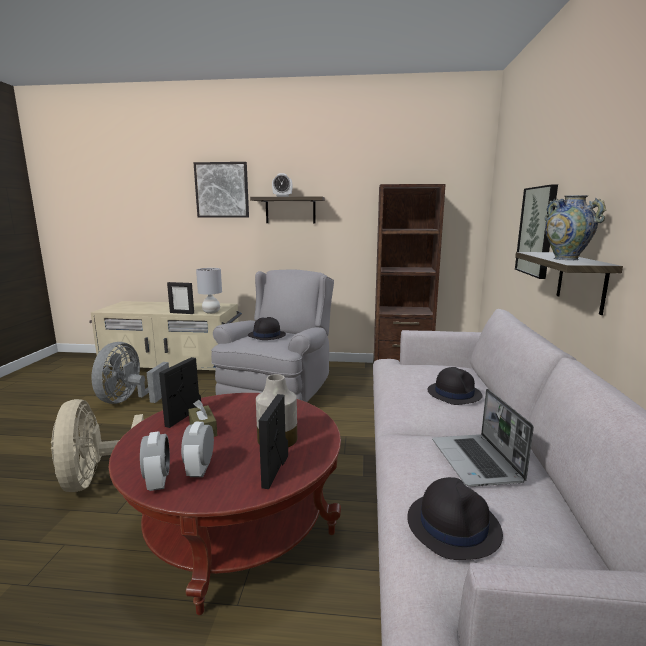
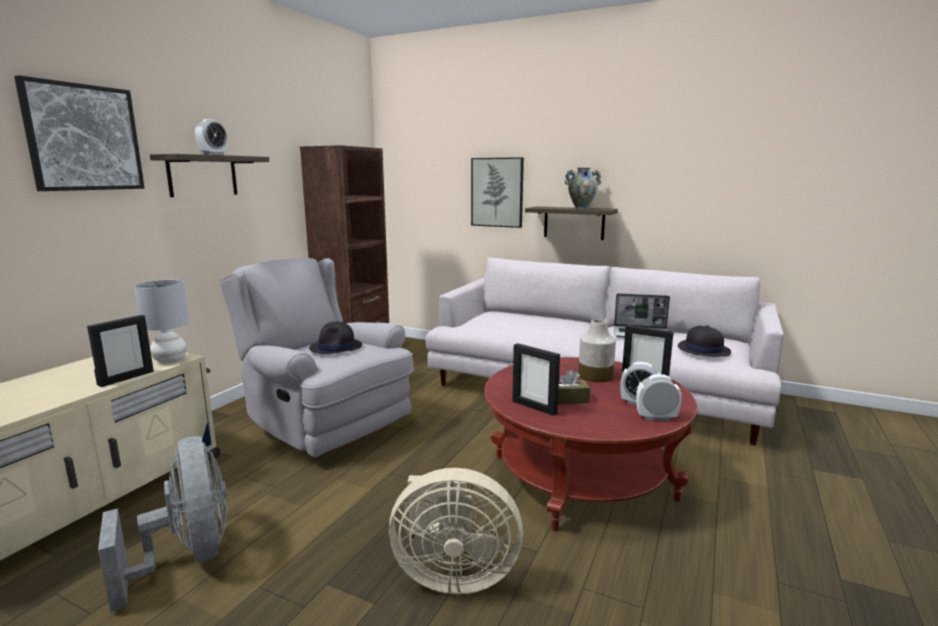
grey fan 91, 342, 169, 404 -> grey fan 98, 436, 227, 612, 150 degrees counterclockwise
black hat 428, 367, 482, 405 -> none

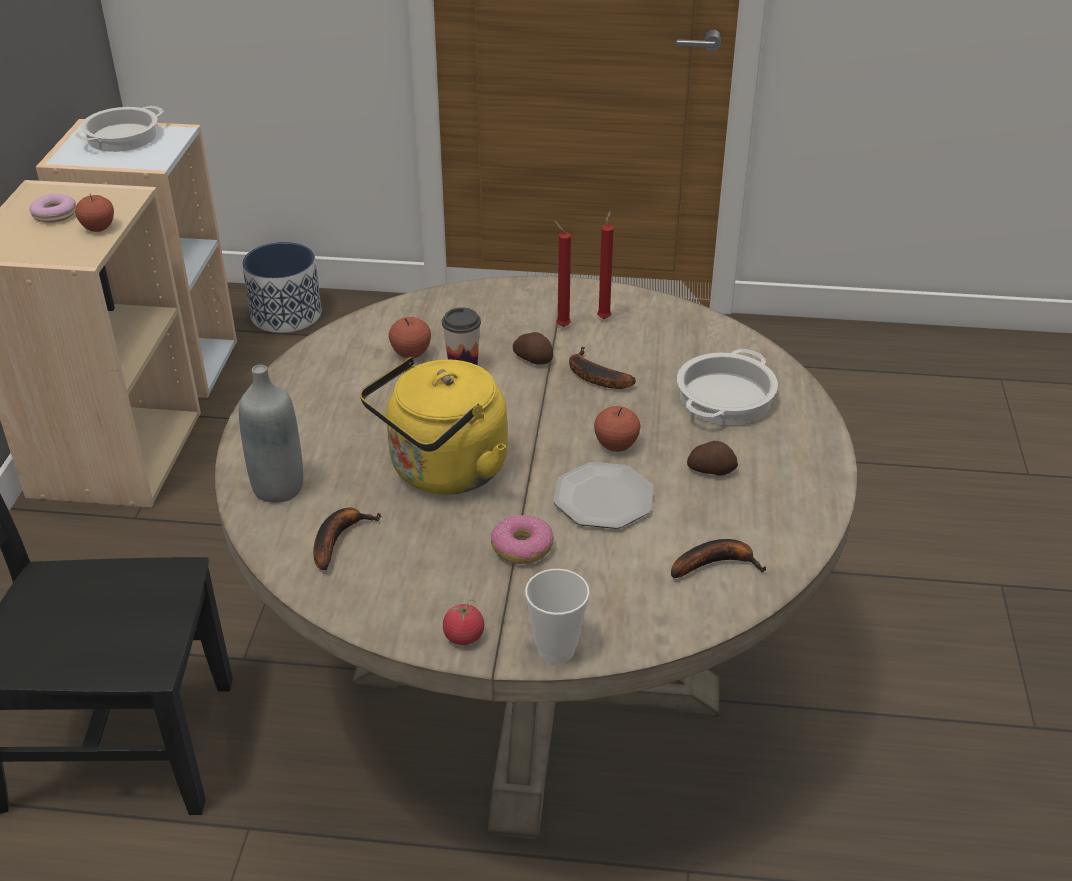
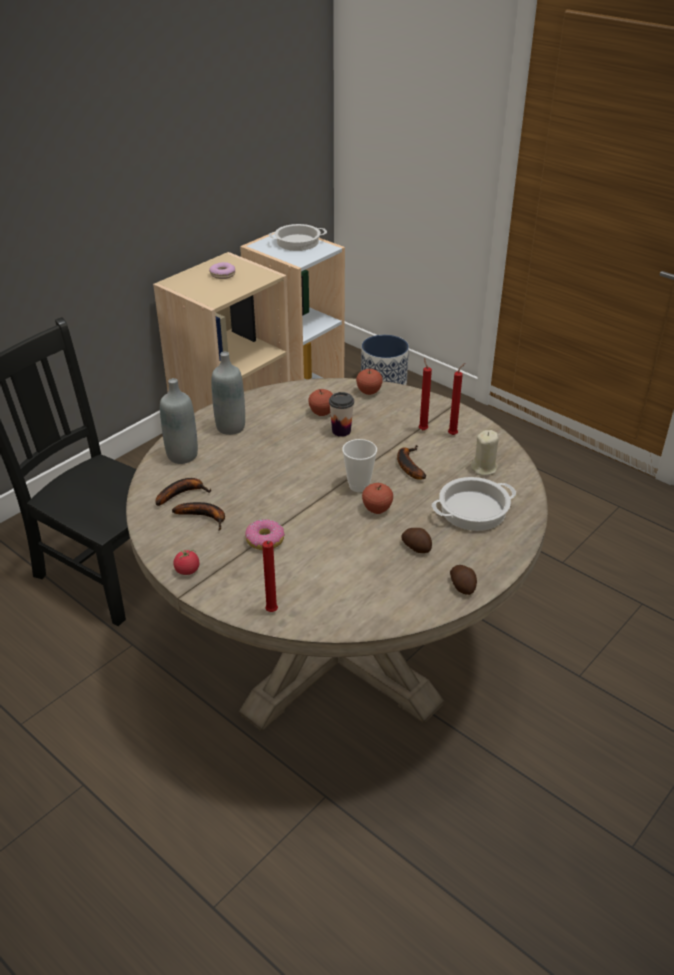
apple 75, 194, 114, 232 -> apple 356, 368, 383, 395, moved
potato 513, 332, 553, 365 -> potato 450, 565, 477, 595, moved
yellow kettle 360, 357, 507, 495 -> none
plate 553, 462, 654, 529 -> none
banana 671, 539, 767, 578 -> banana 172, 502, 225, 531, moved
cup 525, 569, 590, 664 -> cup 342, 439, 377, 492, moved
none -> grey bottle 211, 352, 245, 435
none -> beige candle 470, 430, 499, 475
none -> red candle 262, 541, 278, 612

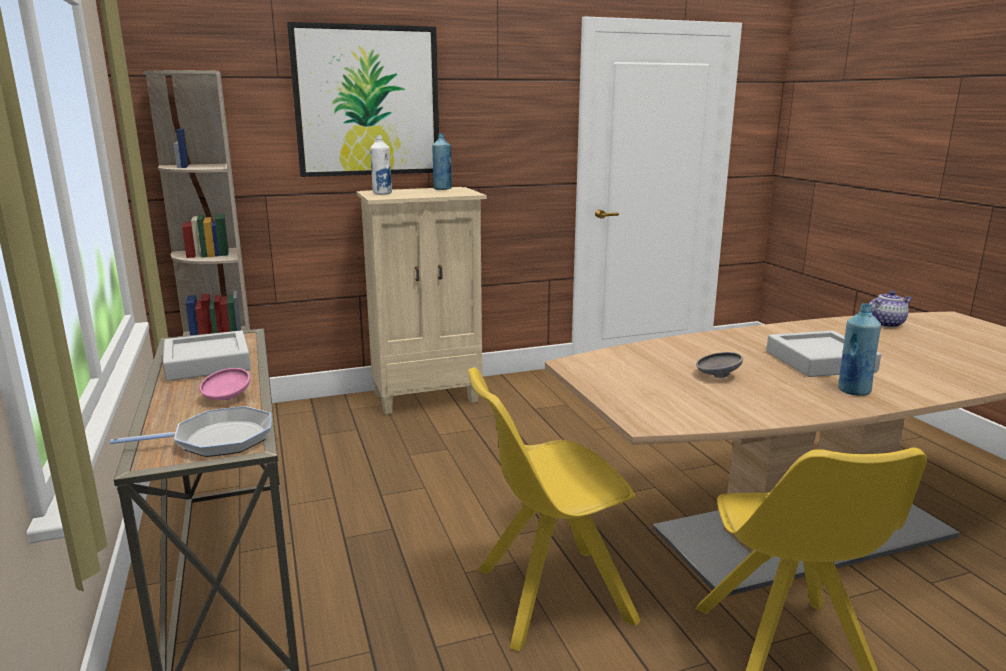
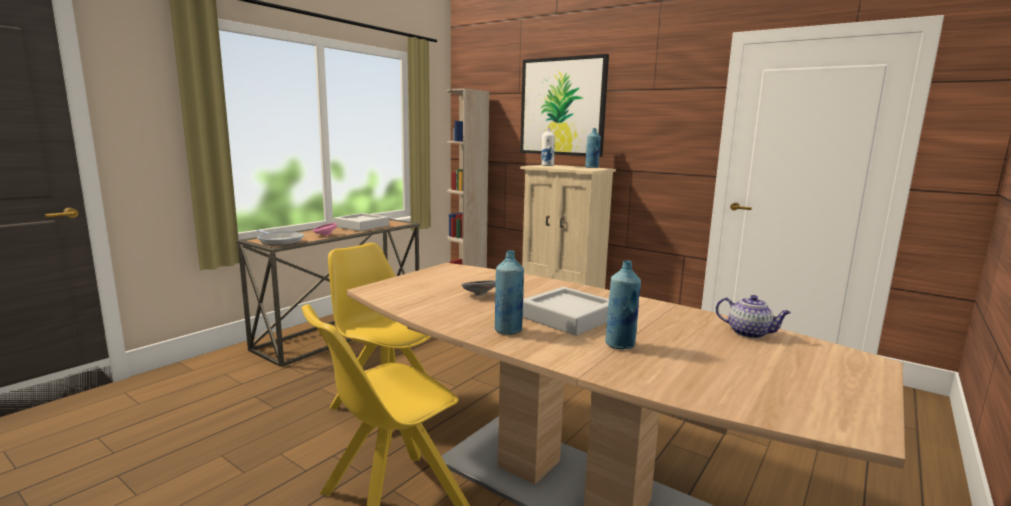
none -> blue bottle 605, 260, 641, 349

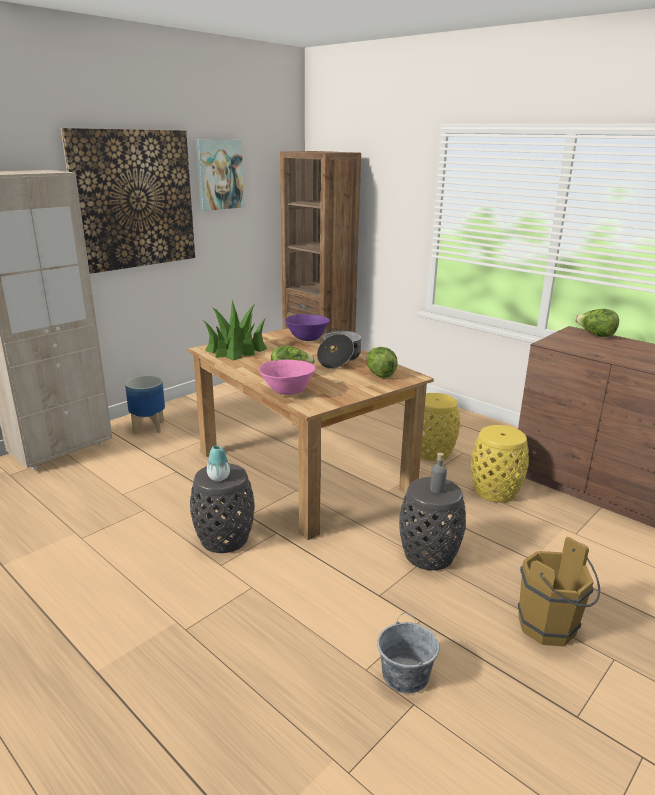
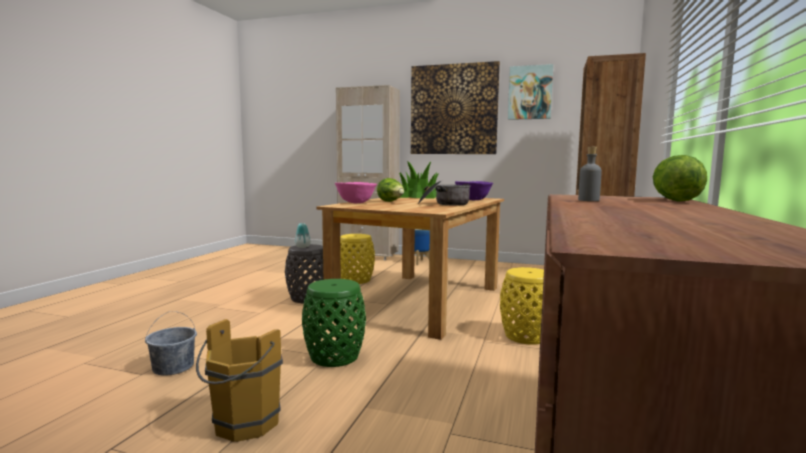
lettuce 366, 347, 398, 378 -> none
yellow stool 471, 425, 529, 503 -> yellow stool 340, 234, 375, 284, moved
grey bottle 430, 453, 447, 493 -> grey bottle 578, 147, 602, 201, moved
grey stool 399, 477, 466, 570 -> green stool 302, 279, 366, 367

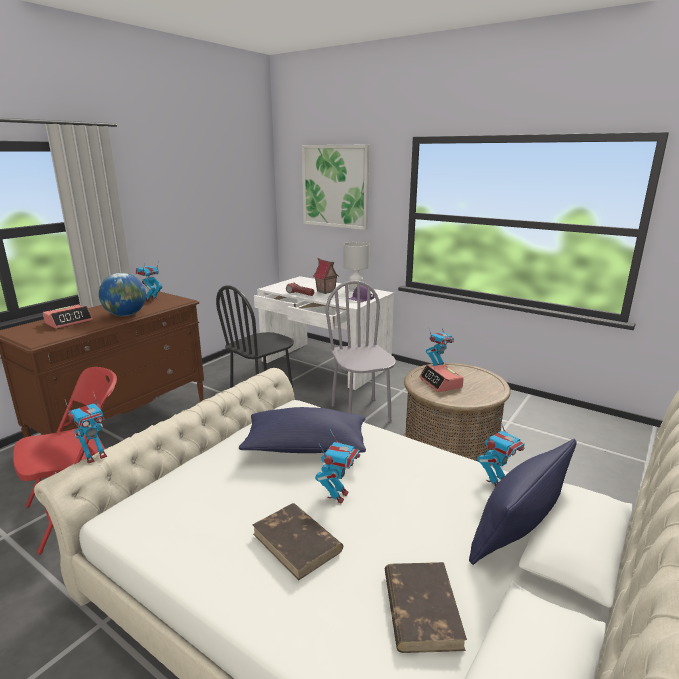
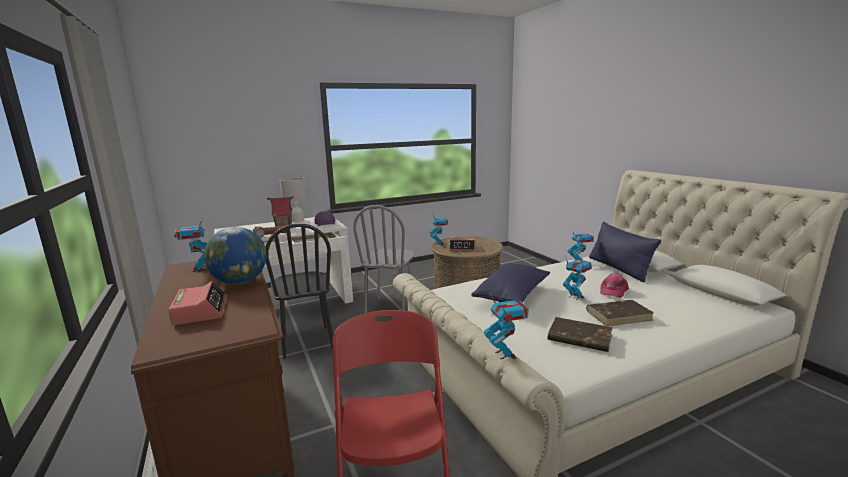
picture 302, 144, 369, 230 -> none
grey chair 326, 280, 396, 422 -> grey chair 353, 205, 414, 313, 90 degrees counterclockwise
brown book 385, 562, 467, 653 -> brown book 548, 317, 613, 352, moved
none -> pink cap 600, 273, 629, 298

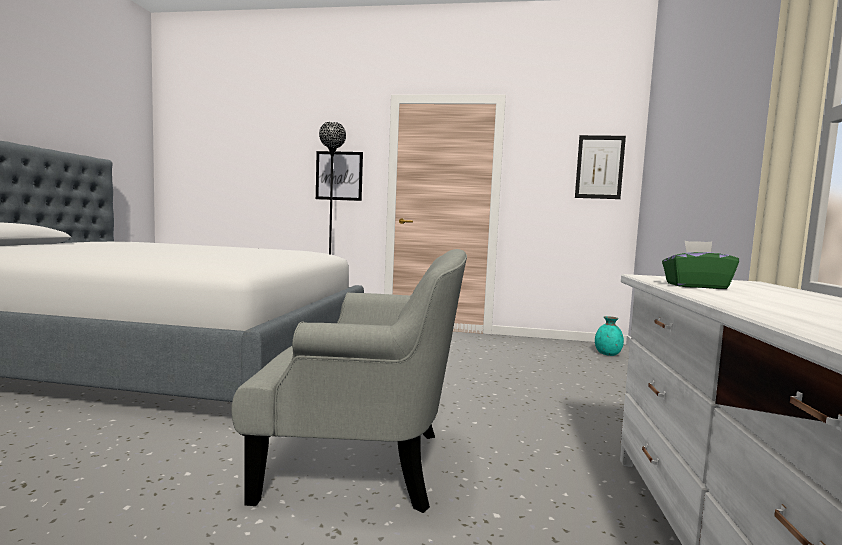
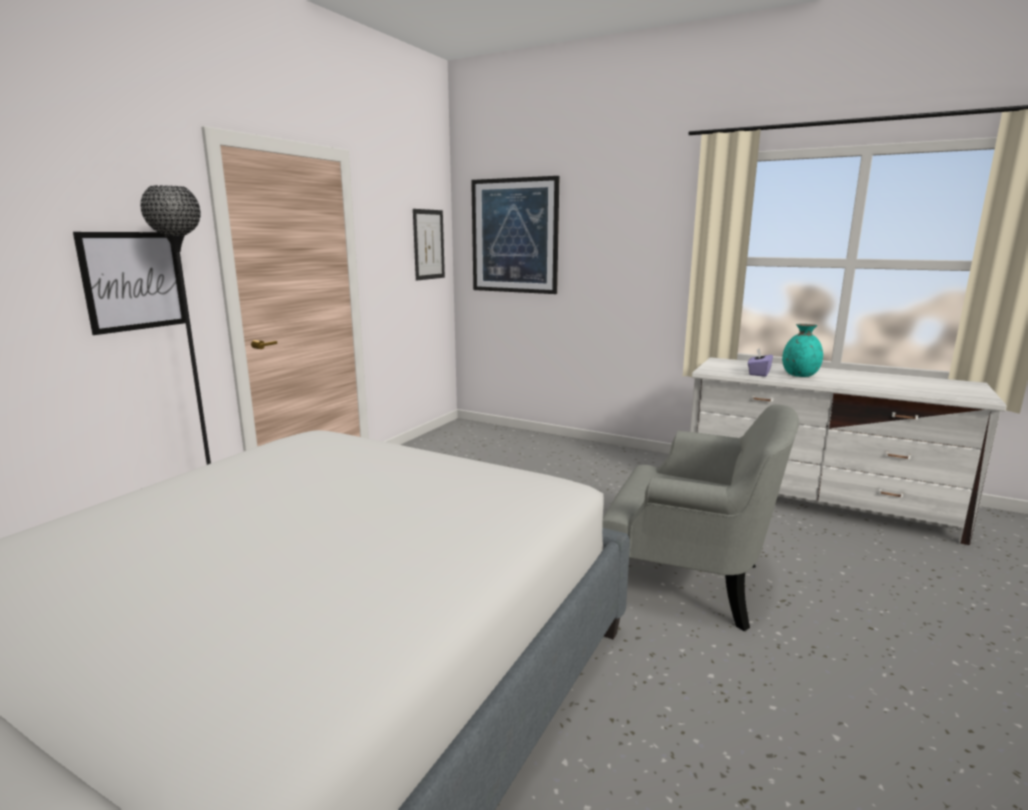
green tissue box 662, 241, 739, 289 -> purple tissue box 748, 348, 773, 377
grey armchair 231, 249, 467, 513 -> grey armchair 602, 404, 799, 631, 90 degrees clockwise
turquoise vase 595, 316, 624, 356 -> turquoise vase 782, 324, 823, 377, moved
none -> picture 471, 176, 559, 294

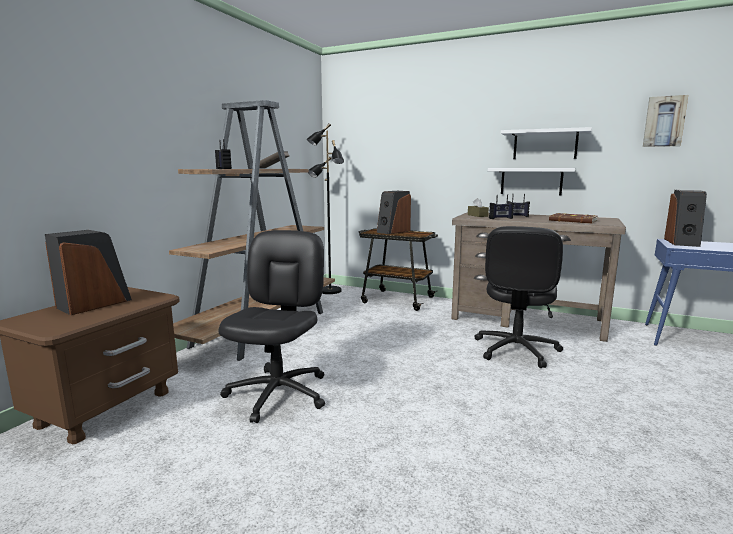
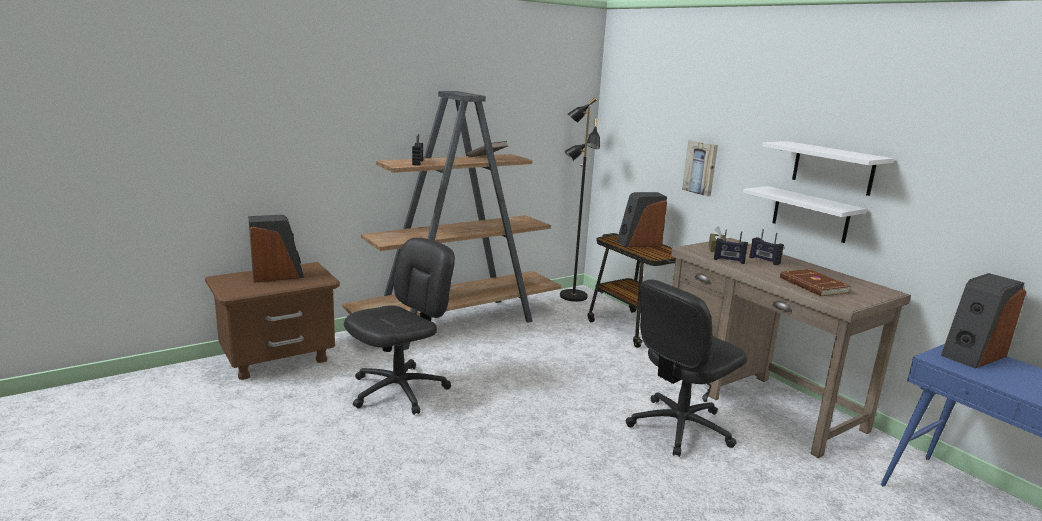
picture 643, 95, 688, 147 -> picture 682, 140, 718, 196, moved

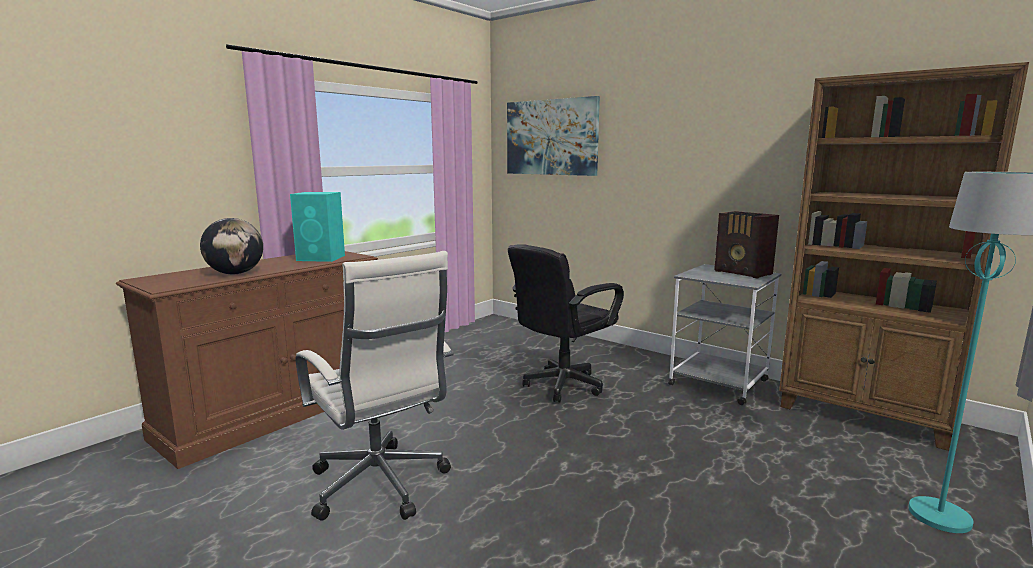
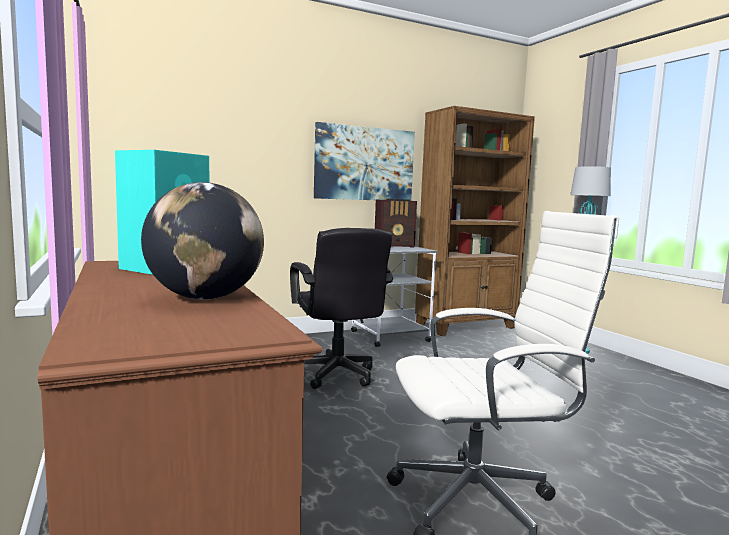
picture 507, 96, 600, 176 -> picture 314, 122, 415, 201, moved

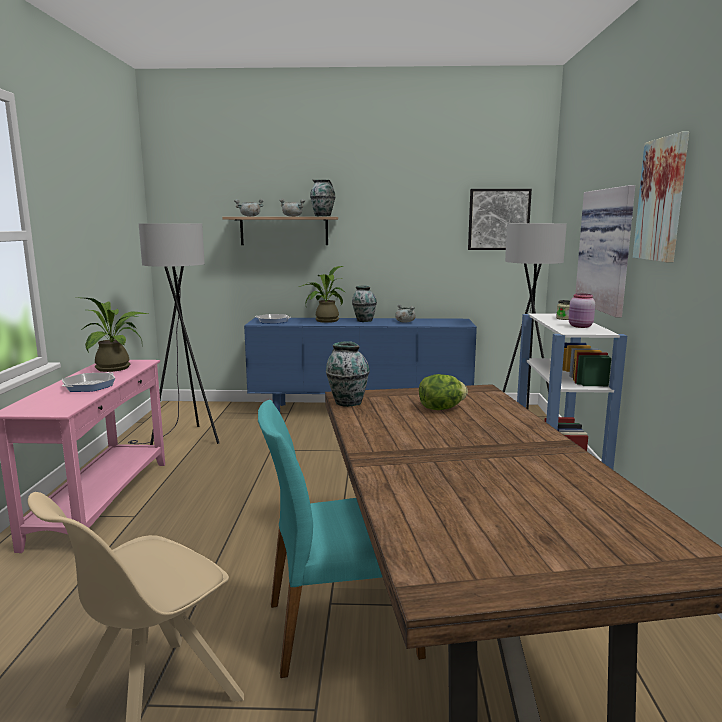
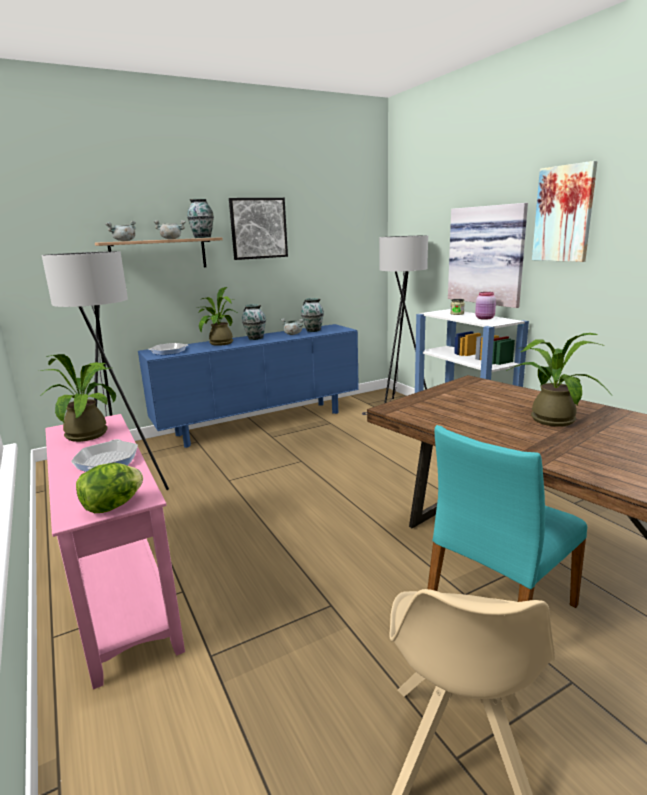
picture 468, 189, 532, 250 -> picture 229, 198, 288, 260, moved
vase 326, 341, 370, 407 -> vase 301, 298, 324, 332, moved
lettuce 419, 374, 468, 410 -> lettuce 76, 463, 143, 513, moved
none -> potted plant 506, 333, 612, 427

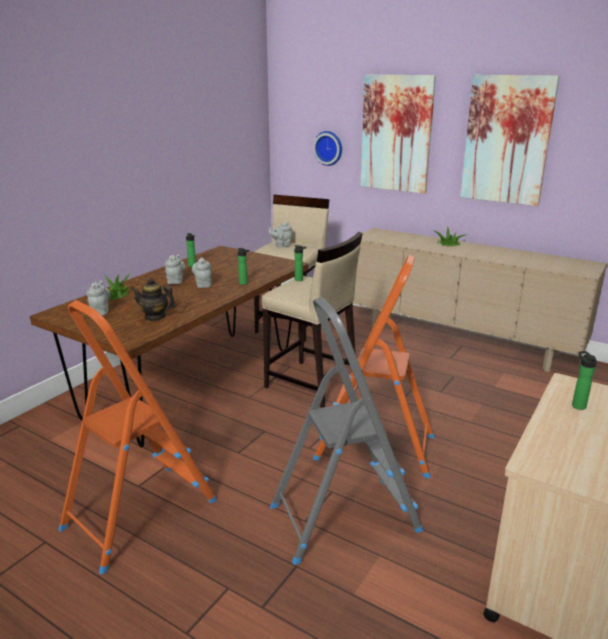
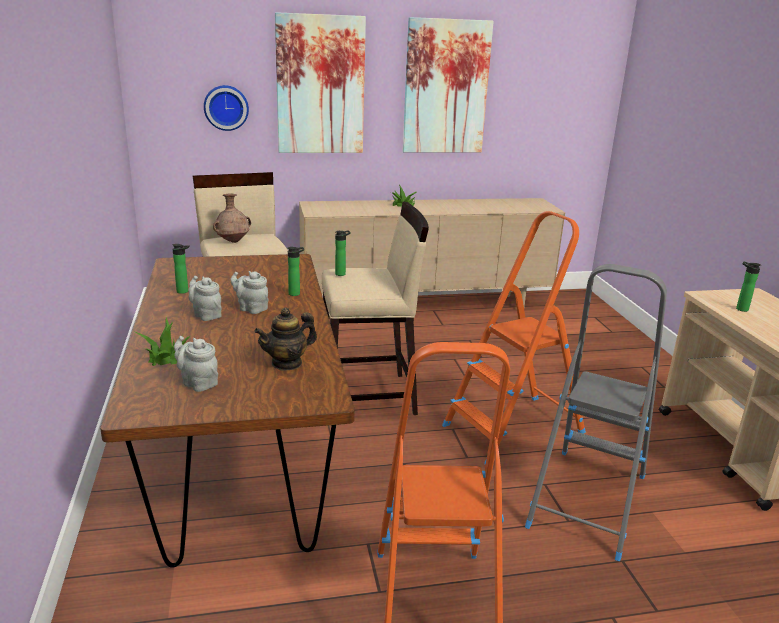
grey teapot 269, 222, 292, 248 -> brown vase 213, 193, 251, 243

